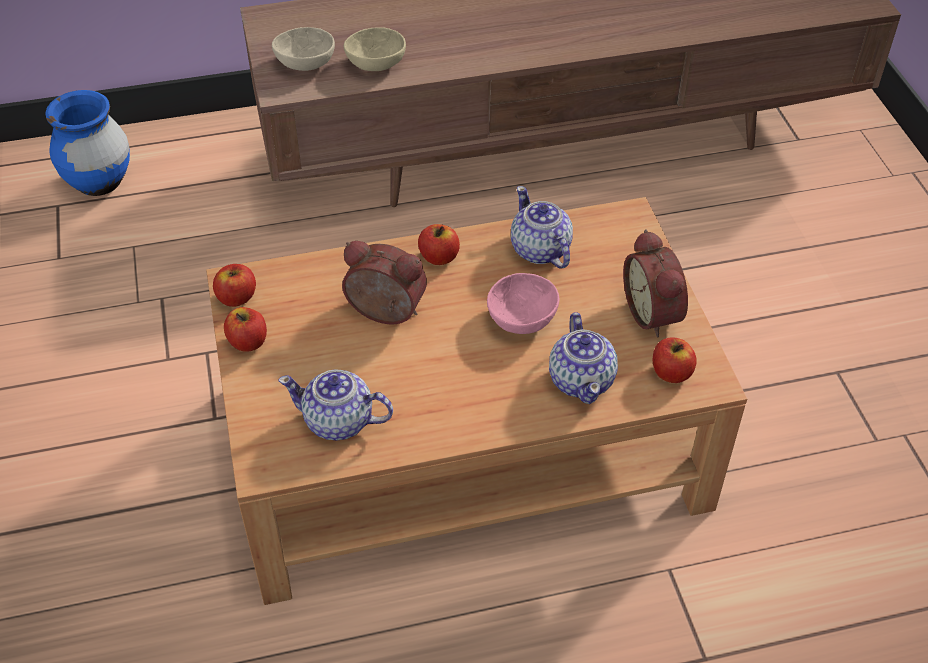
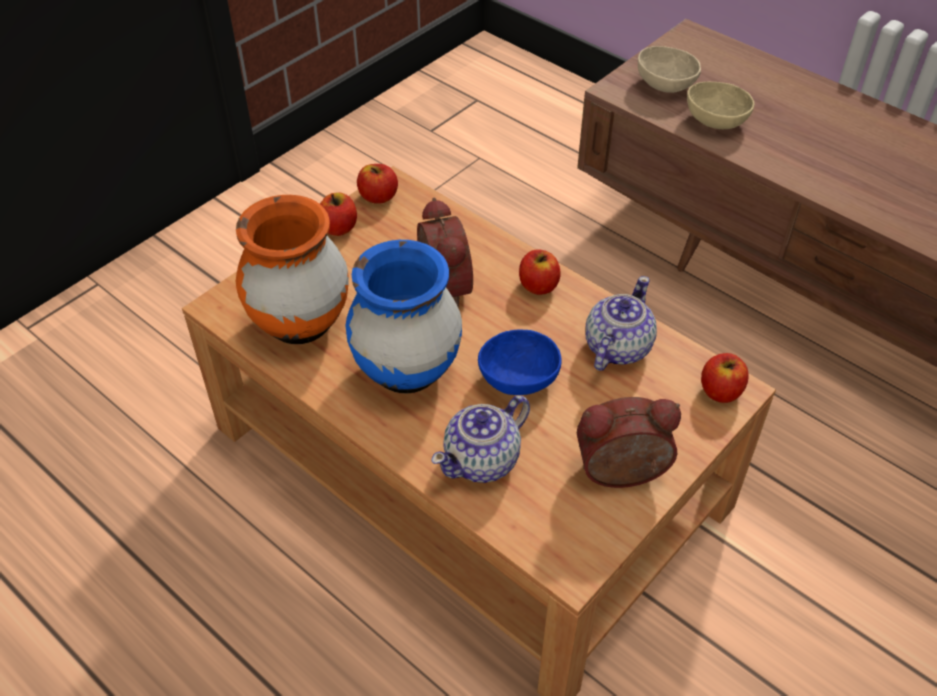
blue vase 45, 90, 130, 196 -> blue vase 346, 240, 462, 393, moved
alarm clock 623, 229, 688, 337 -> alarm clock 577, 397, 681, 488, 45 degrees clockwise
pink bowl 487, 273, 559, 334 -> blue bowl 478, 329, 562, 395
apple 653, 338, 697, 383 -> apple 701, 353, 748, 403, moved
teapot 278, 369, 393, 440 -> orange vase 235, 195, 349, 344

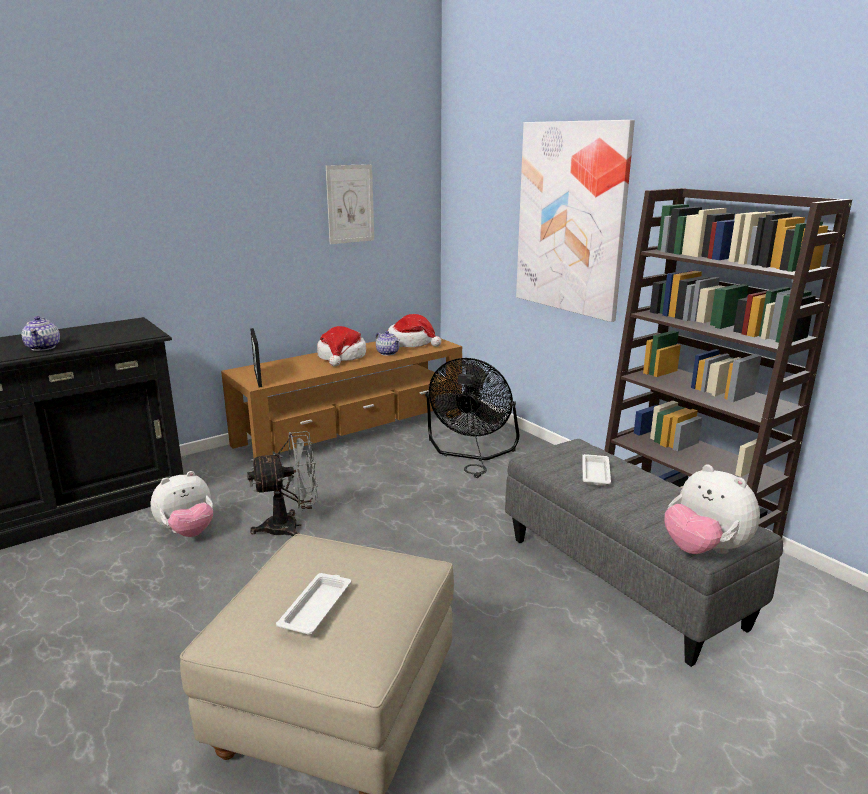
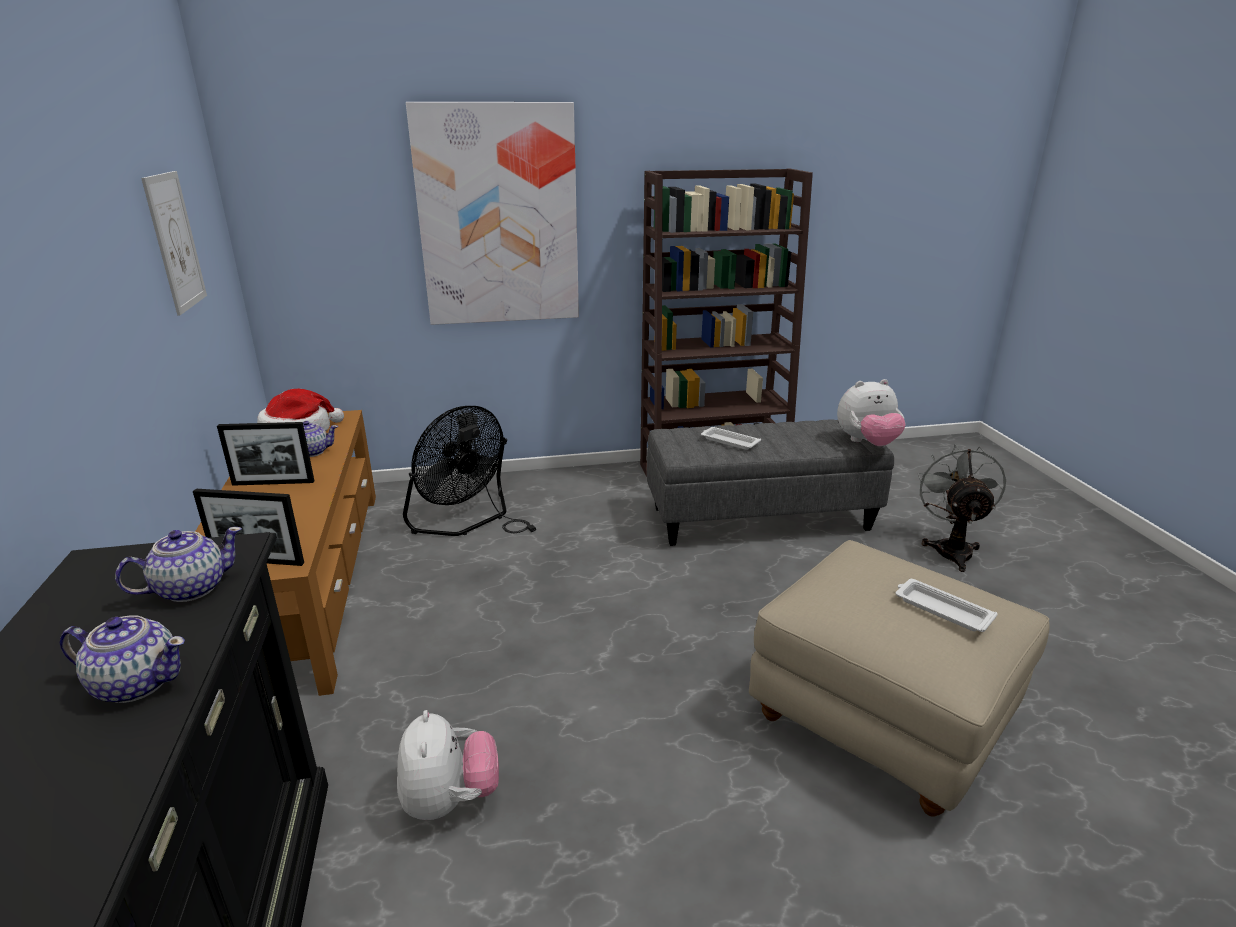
hat 317, 326, 366, 366 -> picture frame 217, 422, 314, 486
grey fan 247, 431, 318, 536 -> grey fan 918, 444, 1006, 572, moved
none -> teapot 115, 527, 242, 602

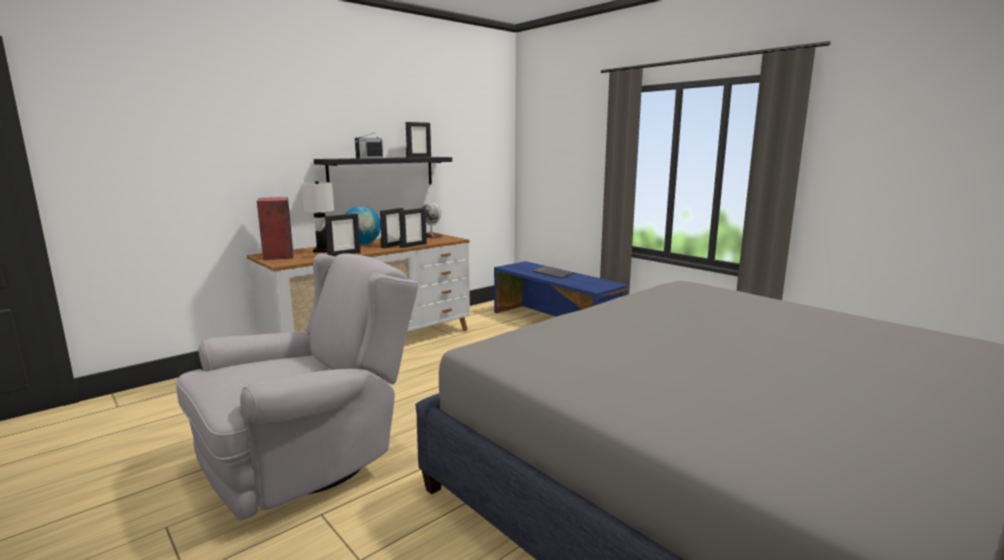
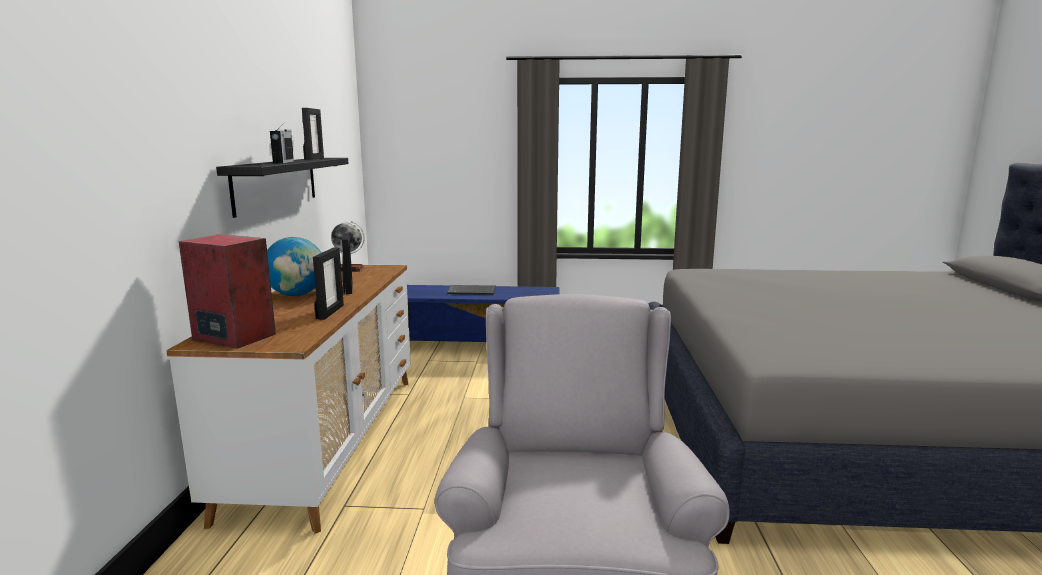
white table lamp 301, 181, 334, 253 -> none
picture frame 399, 208, 427, 248 -> none

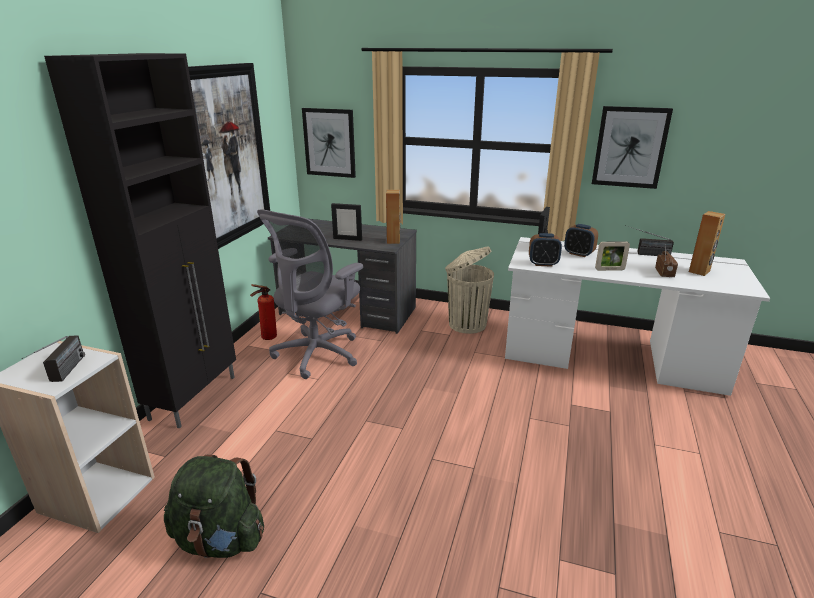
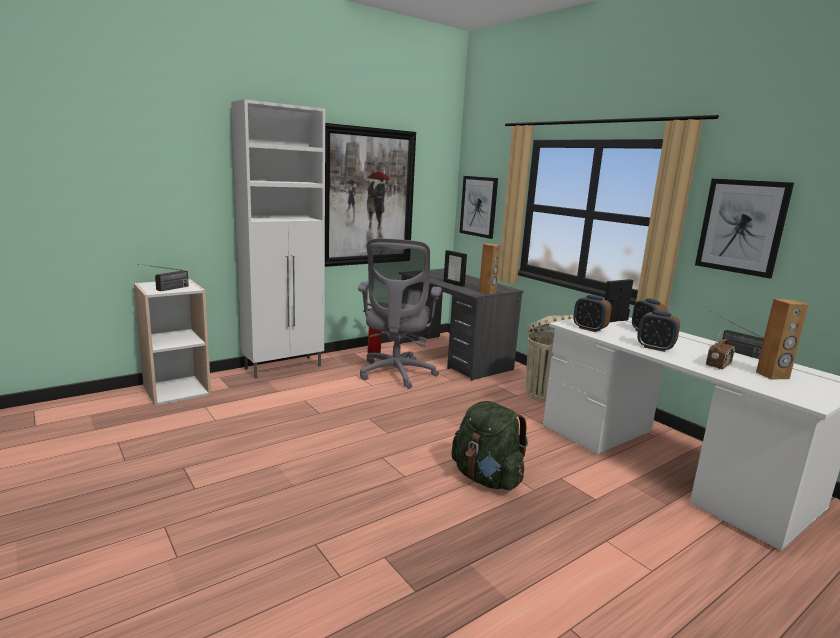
black cabinet 44, 53, 236, 428 -> white cabinet 231, 99, 325, 378
grey office chair 257, 209, 363, 379 -> grey office chair 358, 238, 442, 389, 60 degrees counterclockwise
picture frame 595, 241, 630, 271 -> alarm clock 637, 311, 680, 352
green backpack 164, 455, 264, 558 -> green backpack 451, 401, 528, 490, moved

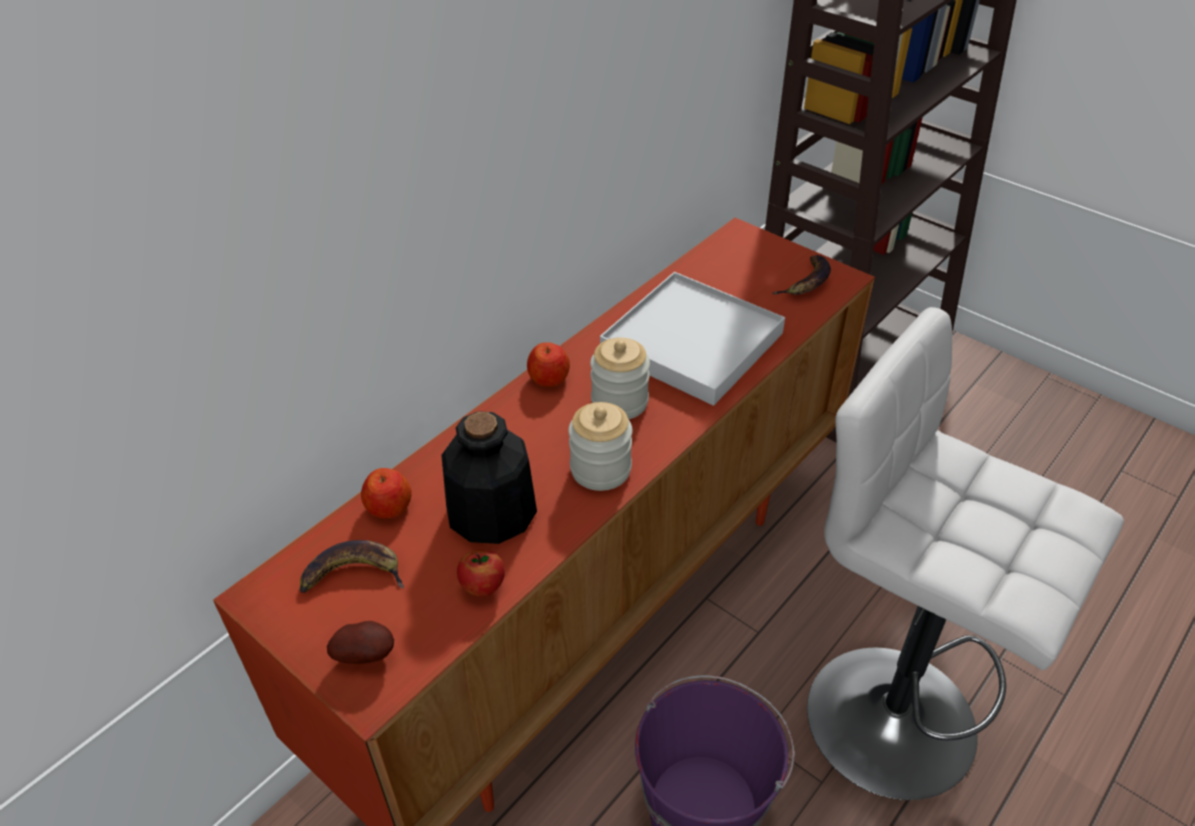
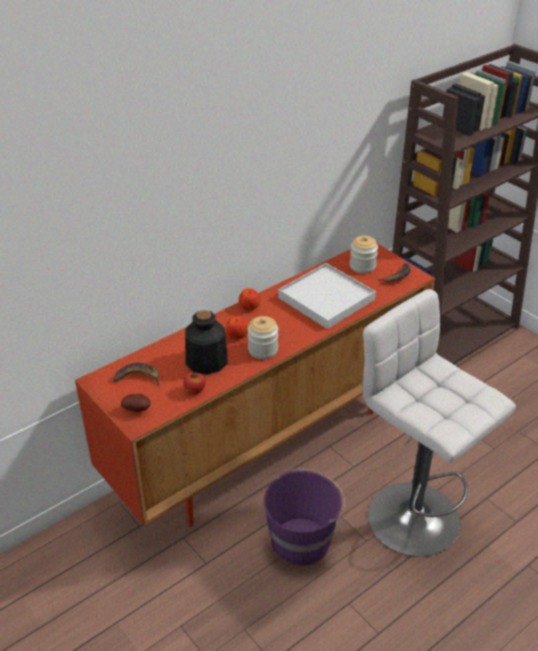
jar 590, 338, 650, 419 -> jar 350, 236, 378, 274, moved
apple 361, 468, 412, 518 -> apple 225, 316, 248, 340, moved

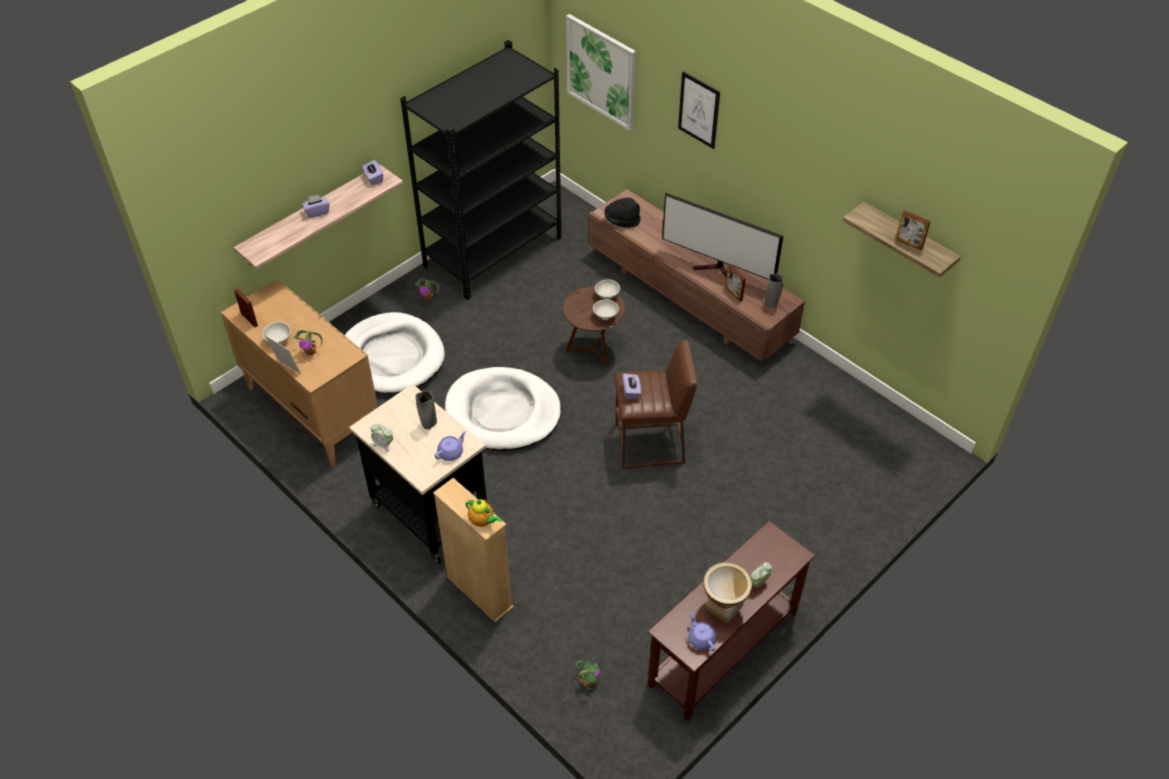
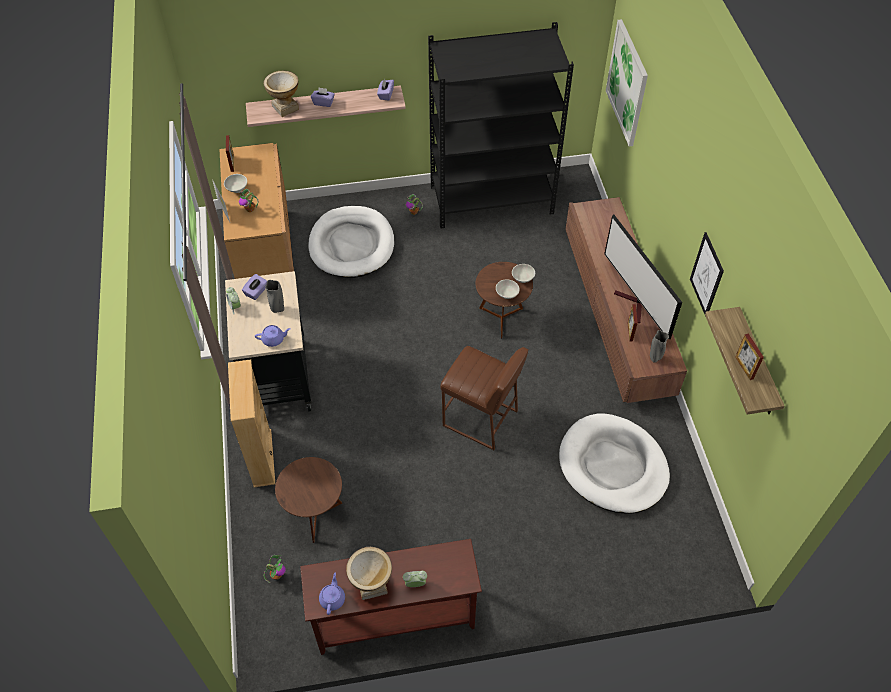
picture 678, 72, 720, 149 -> picture 690, 232, 724, 317, moved
black hat 604, 197, 641, 228 -> none
white dog bed 445, 367, 561, 451 -> white dog bed 559, 414, 670, 514, moved
purple tissue box 622, 374, 641, 400 -> purple tissue box 242, 274, 267, 300, moved
teapot 466, 499, 502, 527 -> none
none -> vase 263, 70, 299, 117
none -> brown side table 275, 457, 342, 543

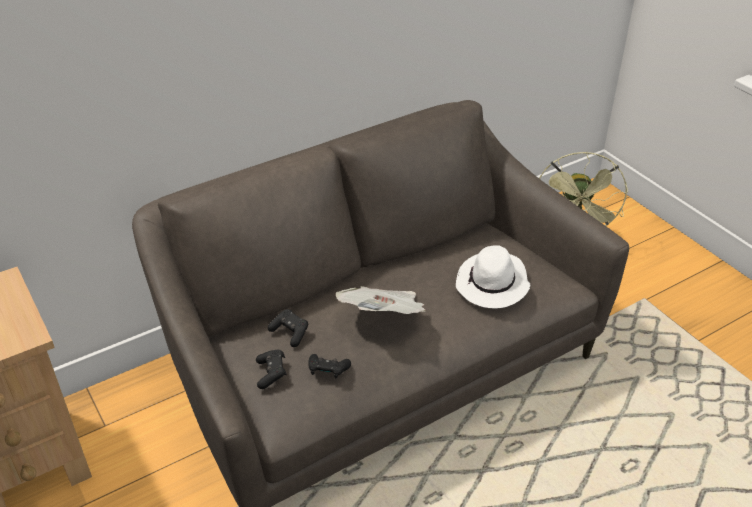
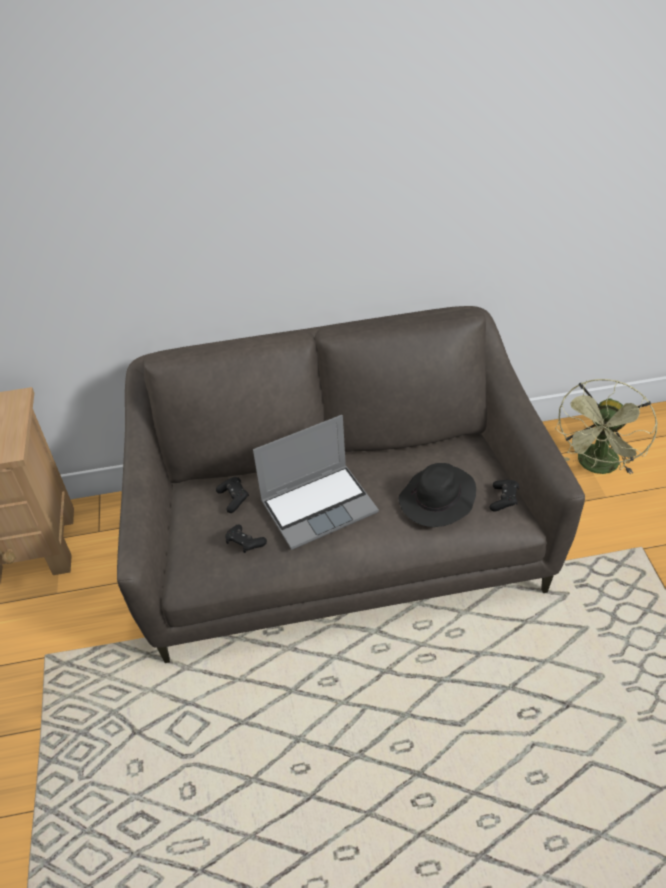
white hat 456, 245, 530, 308 -> black hat 398, 463, 476, 527
newspaper 335, 286, 426, 314 -> laptop 253, 415, 379, 550
black game controller 256, 350, 287, 389 -> black game controller 489, 480, 519, 512, moved

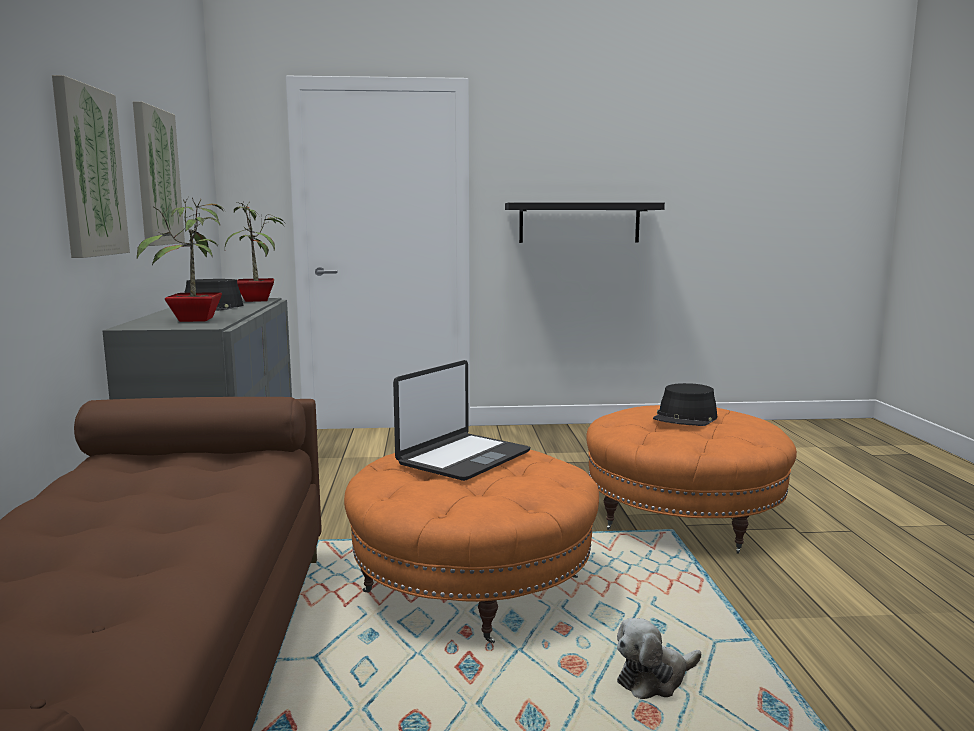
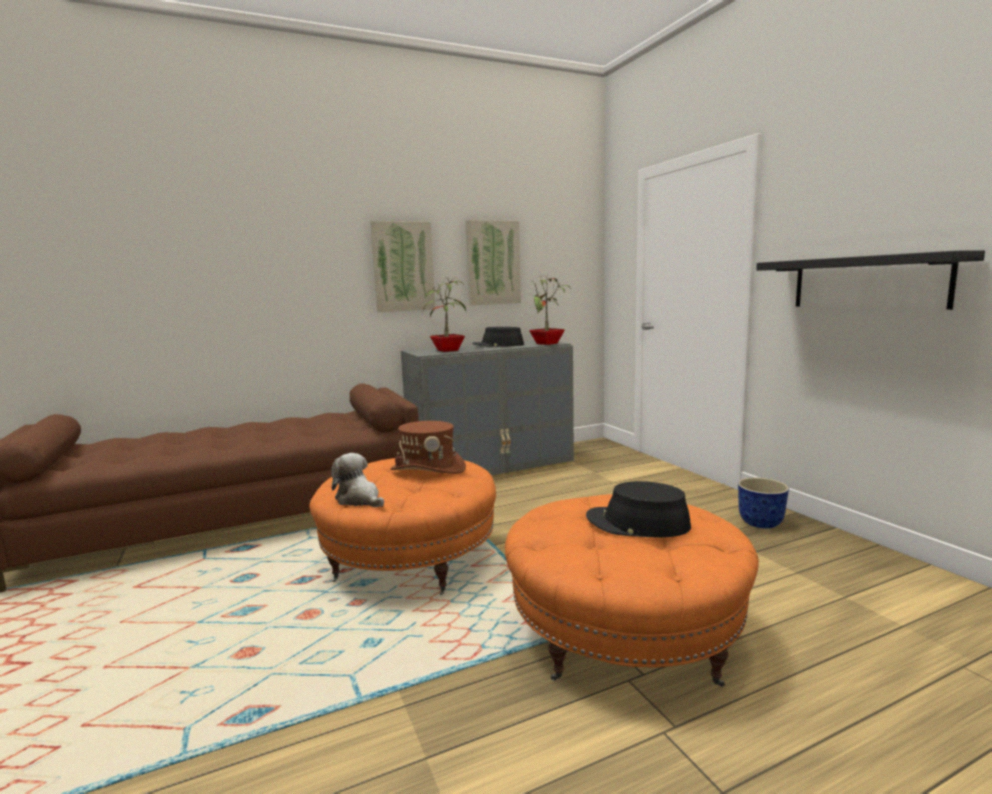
laptop 393, 360, 530, 481 -> brown hat 391, 421, 466, 474
plush toy 617, 618, 701, 699 -> plush toy 331, 453, 384, 507, moved
none -> planter 738, 478, 789, 529

